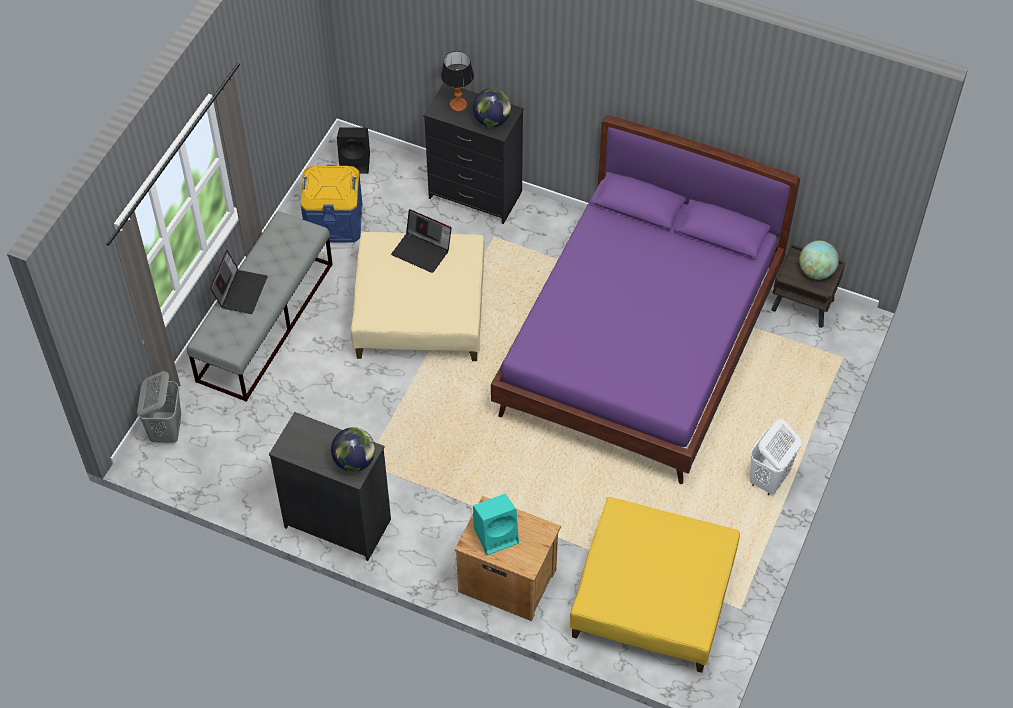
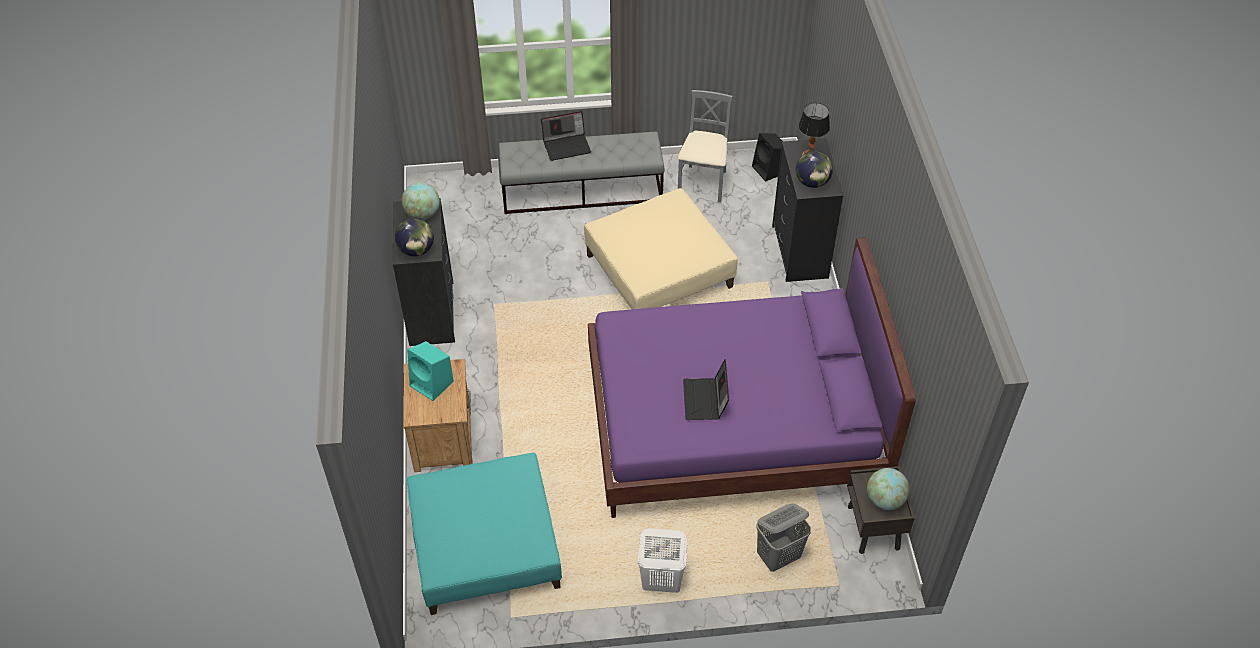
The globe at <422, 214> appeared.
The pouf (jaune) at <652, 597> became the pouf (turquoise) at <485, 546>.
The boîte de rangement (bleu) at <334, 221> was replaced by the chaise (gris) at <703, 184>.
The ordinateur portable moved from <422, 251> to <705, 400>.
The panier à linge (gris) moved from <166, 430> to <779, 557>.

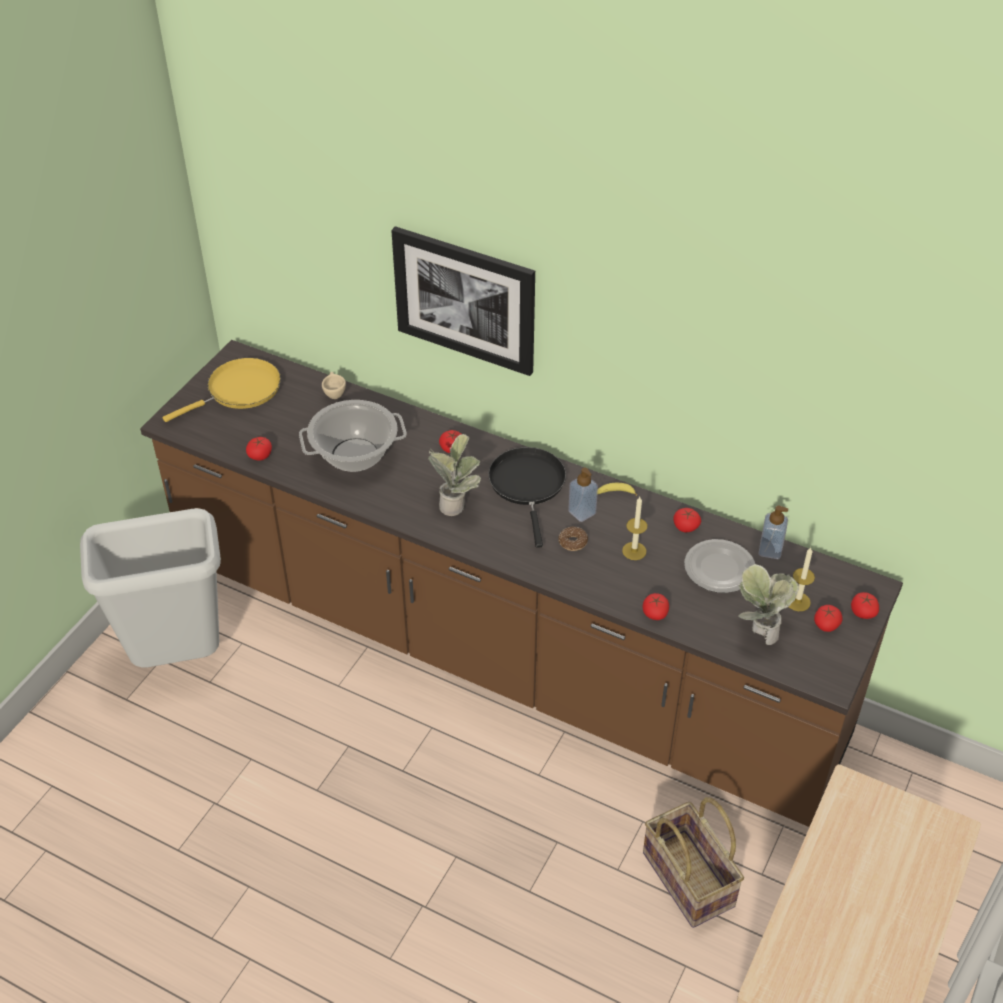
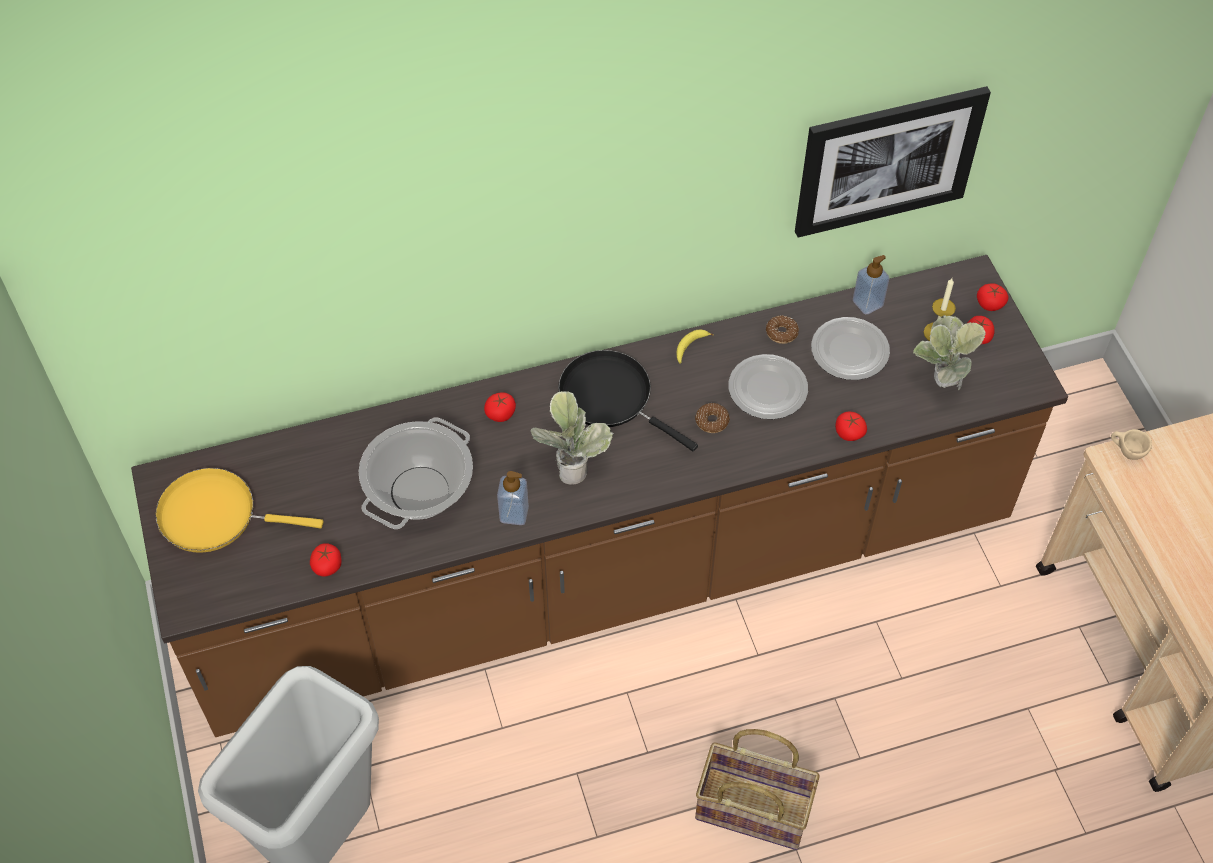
The poêle (jaune) at <239, 390> turned 90 degrees counterclockwise.
The distributeur de savon moved from <582, 512> to <514, 514>.
The panier moved from <690, 879> to <754, 807>.
The bougie at <634, 551> was replaced by the assiette at <769, 389>.
The tomate at <686, 526> was replaced by the beignet at <781, 333>.
The tableau moved from <465, 299> to <887, 160>.
The tasse (beige) moved from <334, 394> to <1125, 452>.

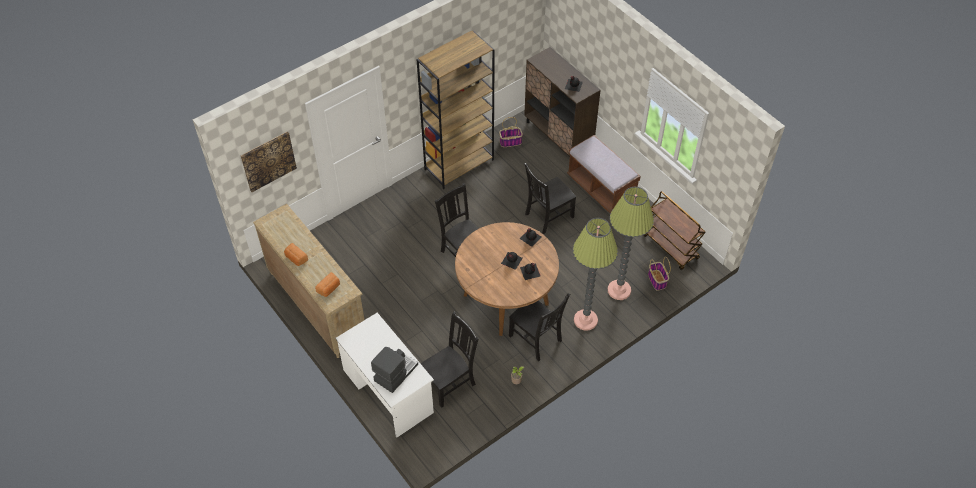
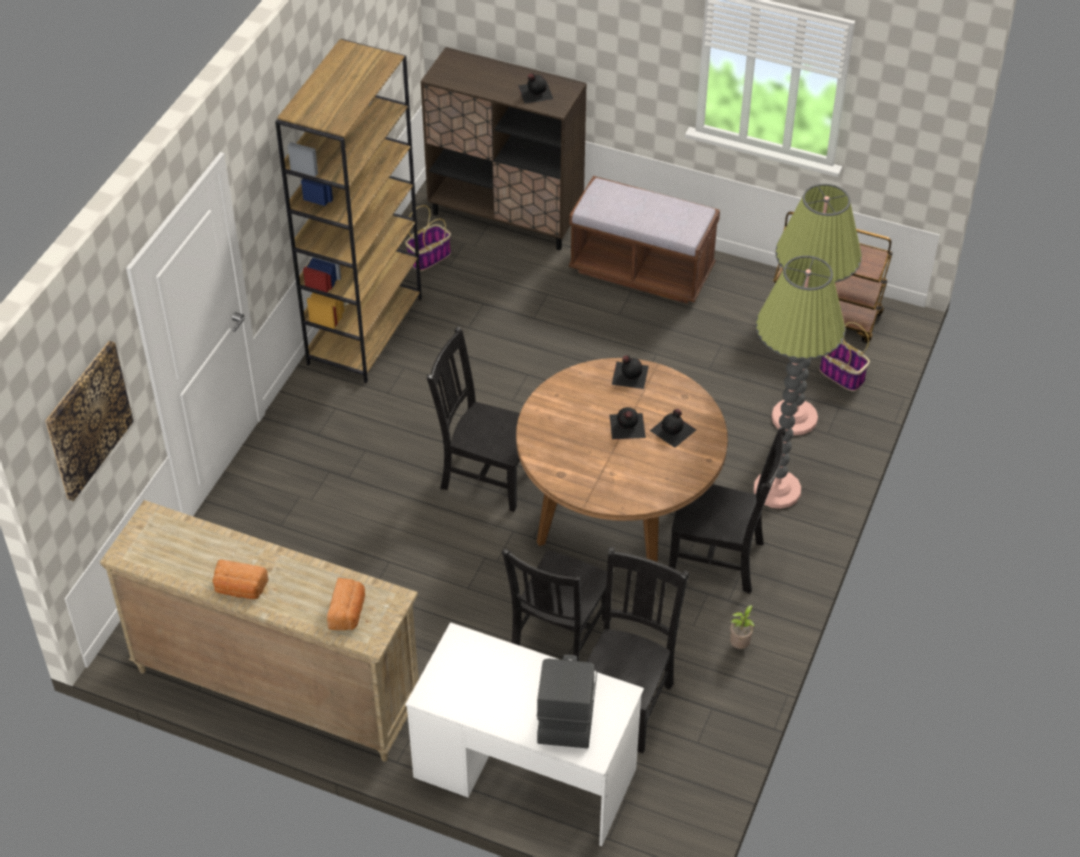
The chaise (noir) moved from <547, 216> to <558, 641>.

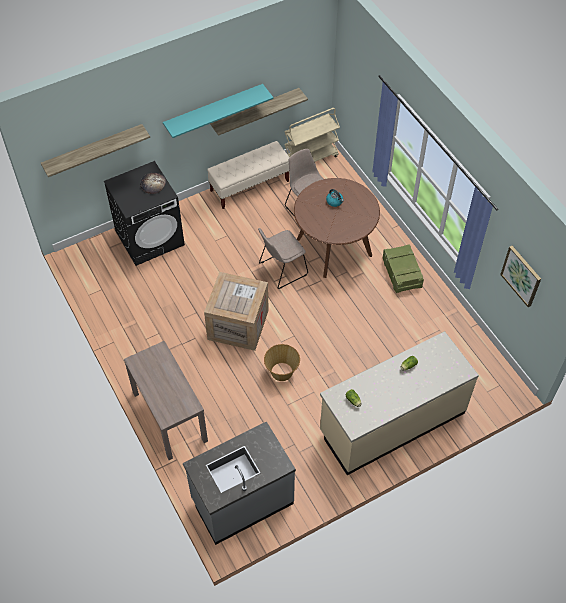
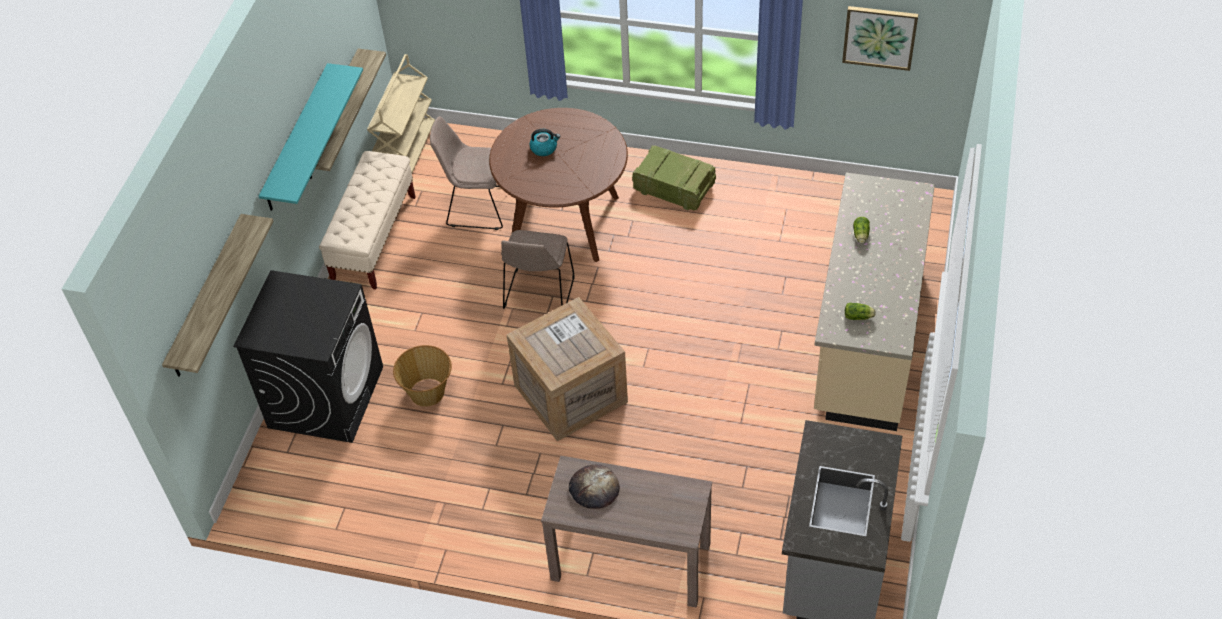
The panier moved from <282, 372> to <428, 392>.
The pain moved from <153, 184> to <594, 488>.

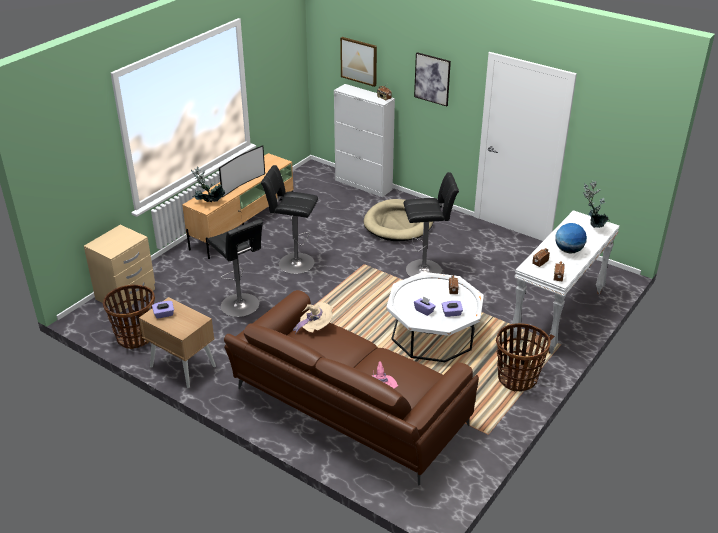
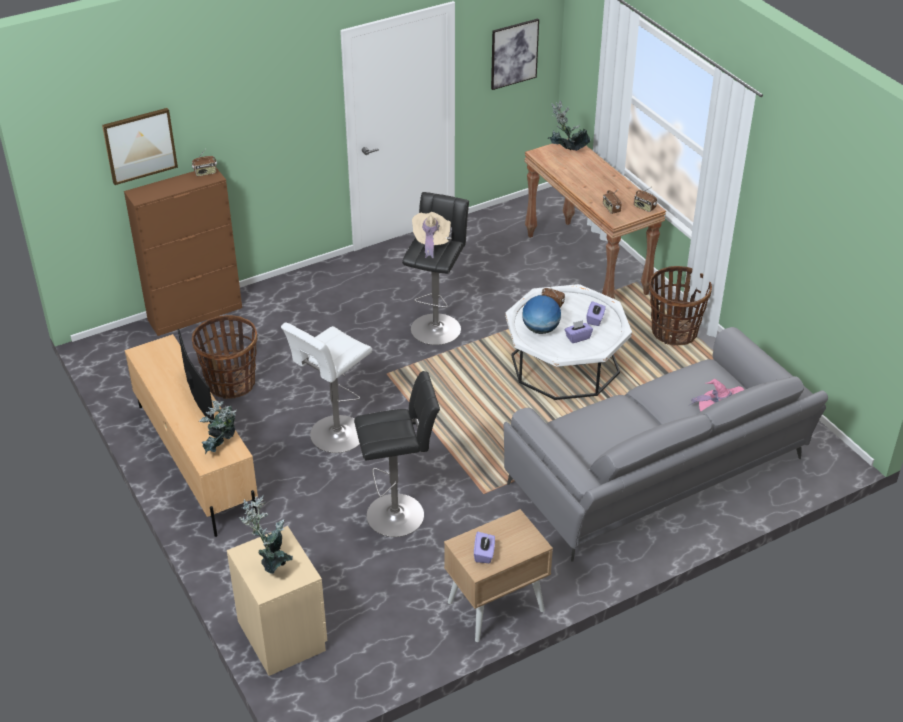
The meuble de rangement (blanc) at <363, 185> became the meuble de rangement (marron) at <196, 314>.
The panier moved from <135, 337> to <230, 383>.
The plante en pot at <272, 563> appeared.
The tabouret (noir) at <293, 263> became the tabouret (blanc) at <334, 436>.
The chapeau (beige) moved from <315, 327> to <431, 242>.
The tableau moved from <432, 79> to <514, 53>.
The canapé (marron) at <347, 408> became the canapé (gris) at <658, 475>.
The globe moved from <568, 250> to <540, 329>.
The table console (blanc) at <558, 315> became the table console (marron) at <587, 264>.
The panier pour chien (beige) at <399, 223> disappeared.

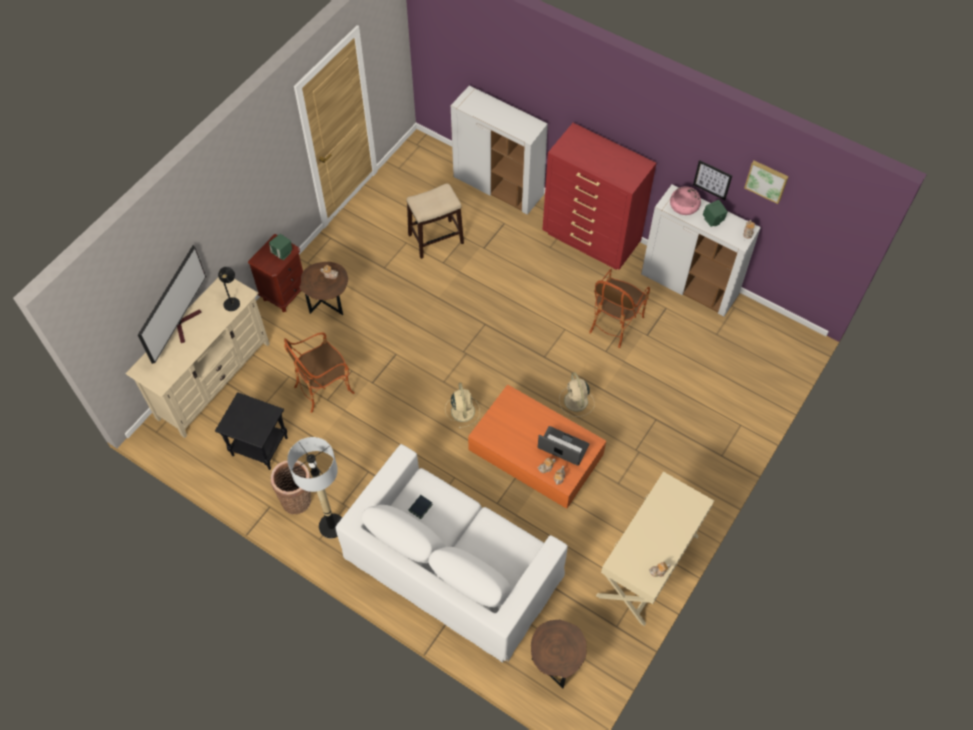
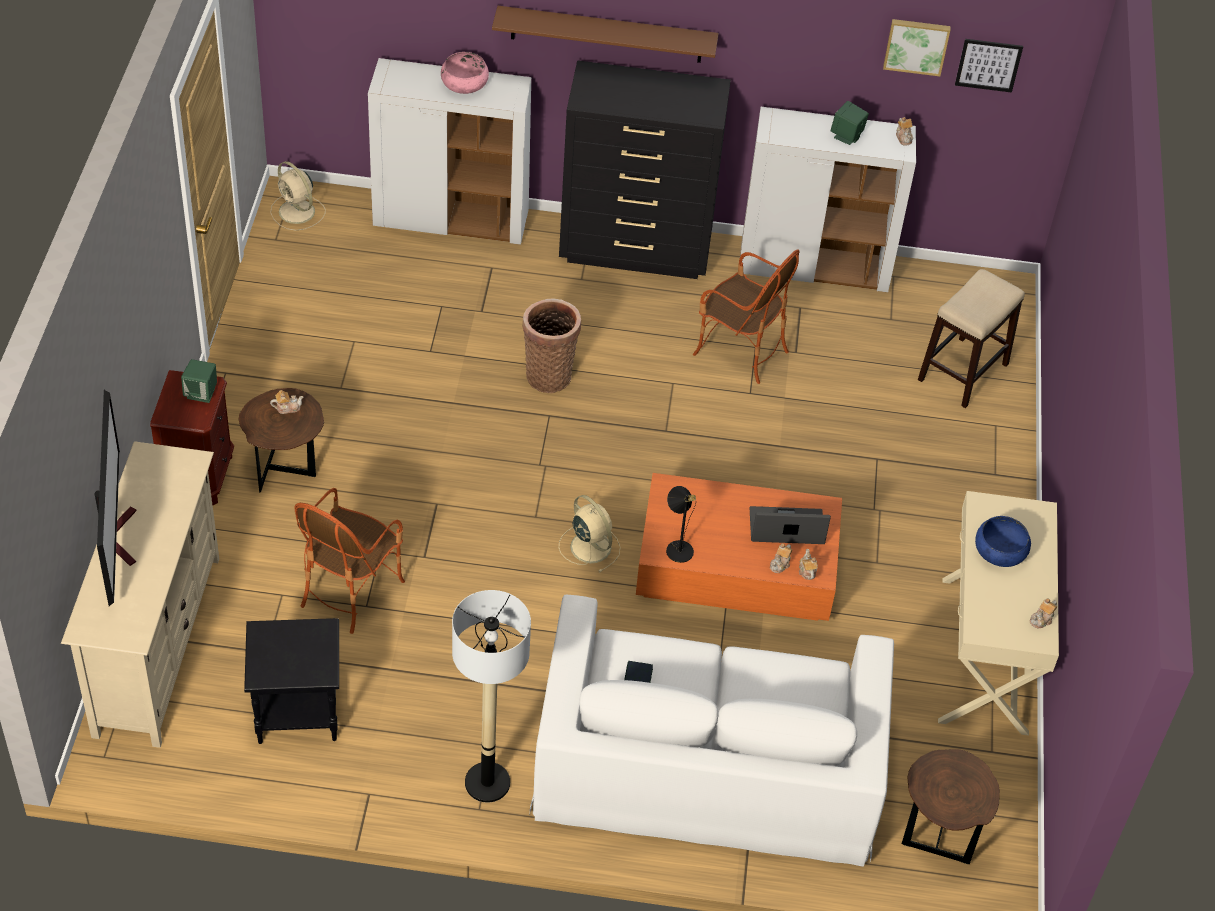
The ventilateur (beige) moved from <576, 402> to <298, 212>.
The bol (rose) moved from <684, 206> to <464, 83>.
The étagère (marron) at <606, 34> appeared.
The panier moved from <297, 499> to <549, 374>.
The commode (rouge) at <591, 240> became the commode (noir) at <636, 250>.
The lampe de table (noir) moved from <232, 301> to <678, 547>.
The fauteuil at <615, 323> turned 60 degrees counterclockwise.
The tabouret moved from <435, 239> to <962, 372>.
The tableau moved from <712, 179> to <988, 65>.
The bol (bleu) at <1000, 551> appeared.

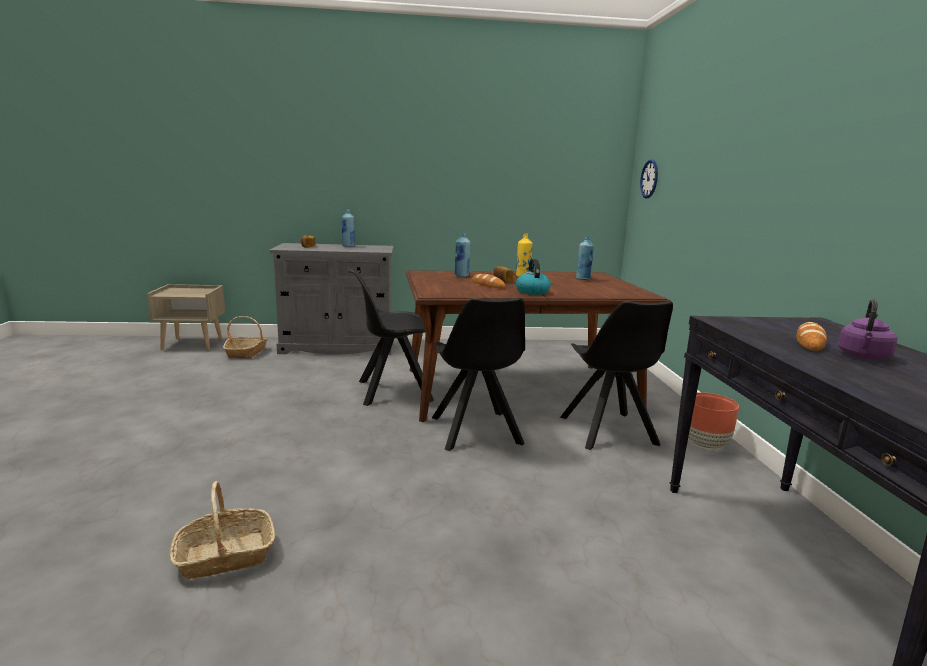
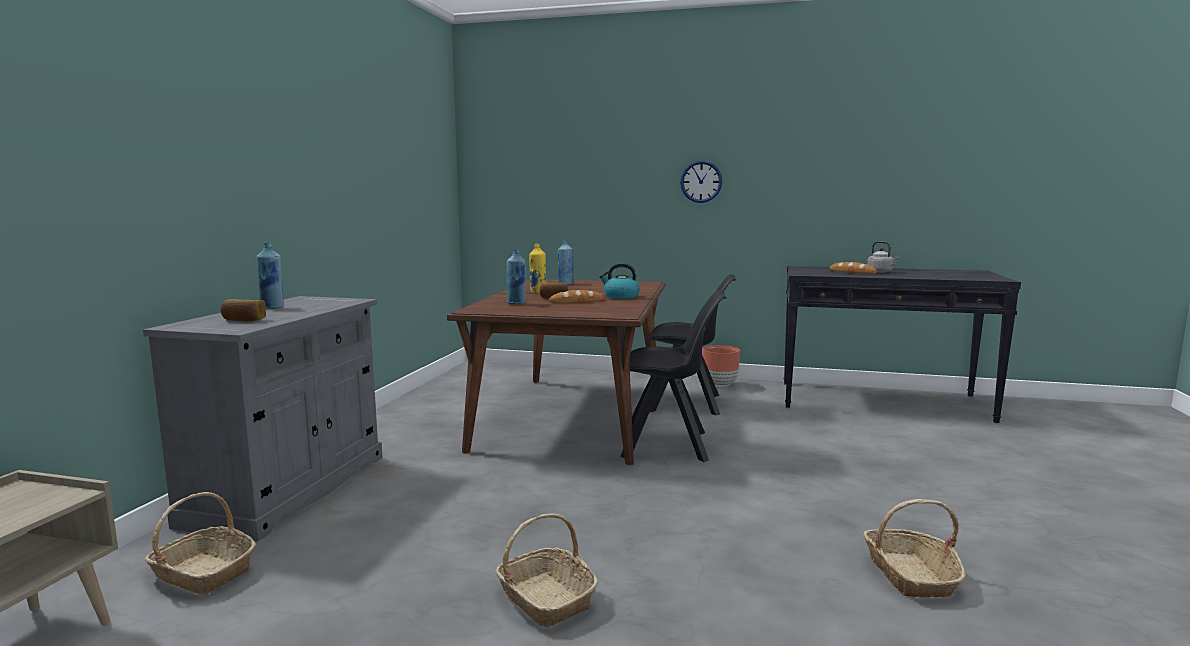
The panier at <545, 598> appeared.
The horloge murale moved from <649, 179> to <701, 181>.
The bouilloire (violet) at <863, 357> became the bouilloire (gris) at <881, 272>.
The chaise (noir) at <392, 391> disappeared.

